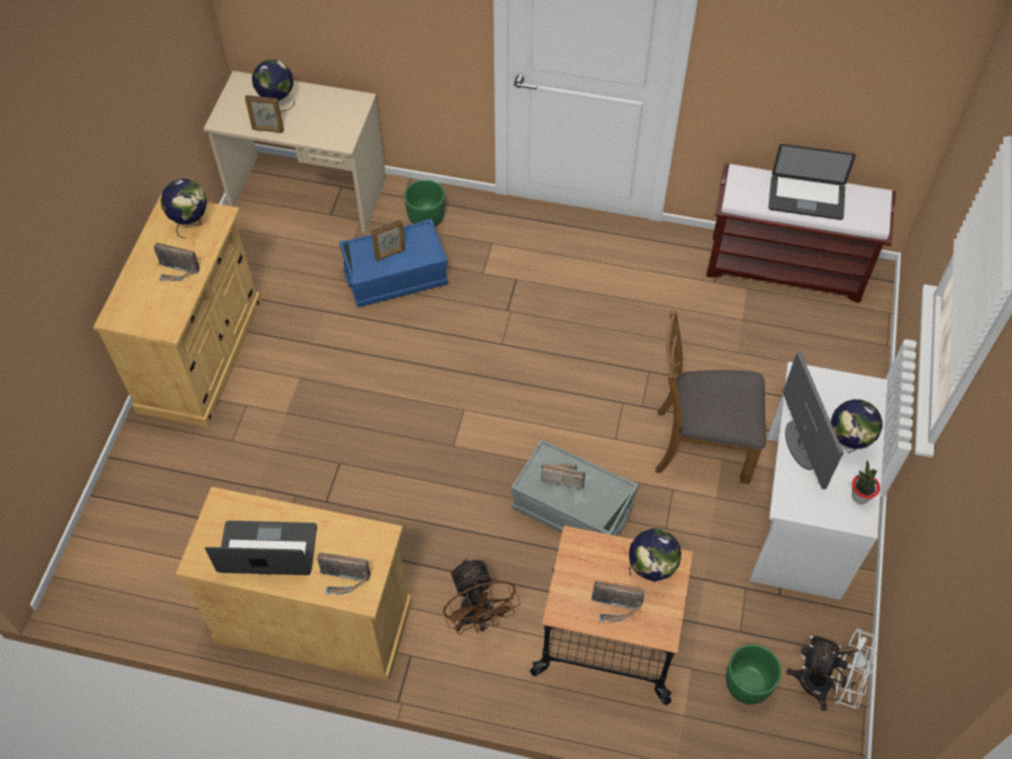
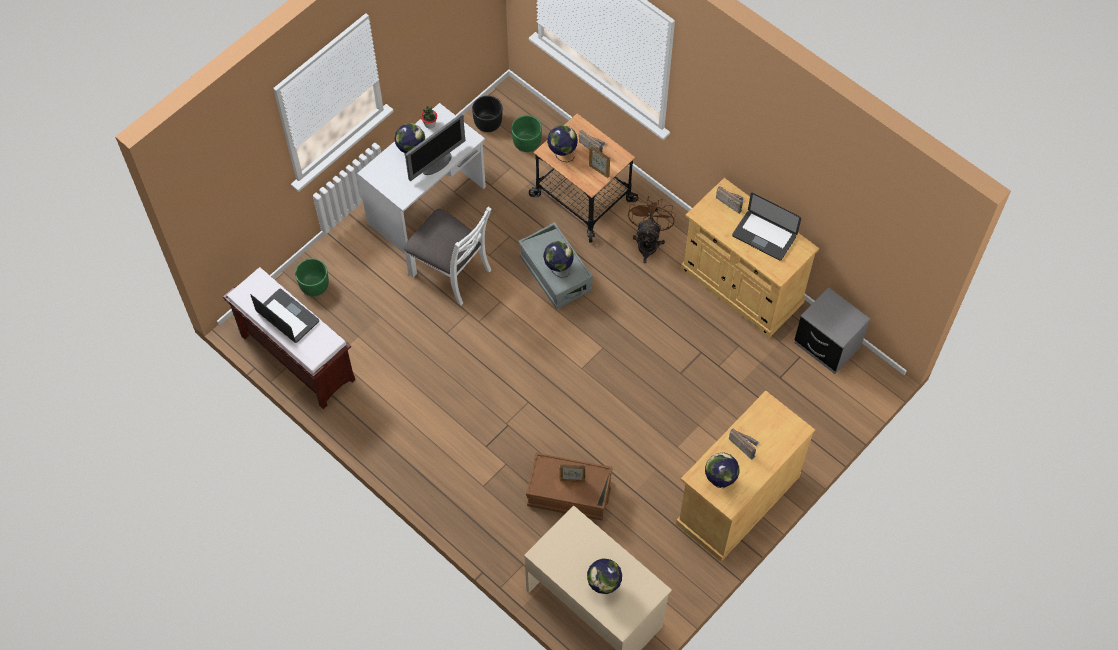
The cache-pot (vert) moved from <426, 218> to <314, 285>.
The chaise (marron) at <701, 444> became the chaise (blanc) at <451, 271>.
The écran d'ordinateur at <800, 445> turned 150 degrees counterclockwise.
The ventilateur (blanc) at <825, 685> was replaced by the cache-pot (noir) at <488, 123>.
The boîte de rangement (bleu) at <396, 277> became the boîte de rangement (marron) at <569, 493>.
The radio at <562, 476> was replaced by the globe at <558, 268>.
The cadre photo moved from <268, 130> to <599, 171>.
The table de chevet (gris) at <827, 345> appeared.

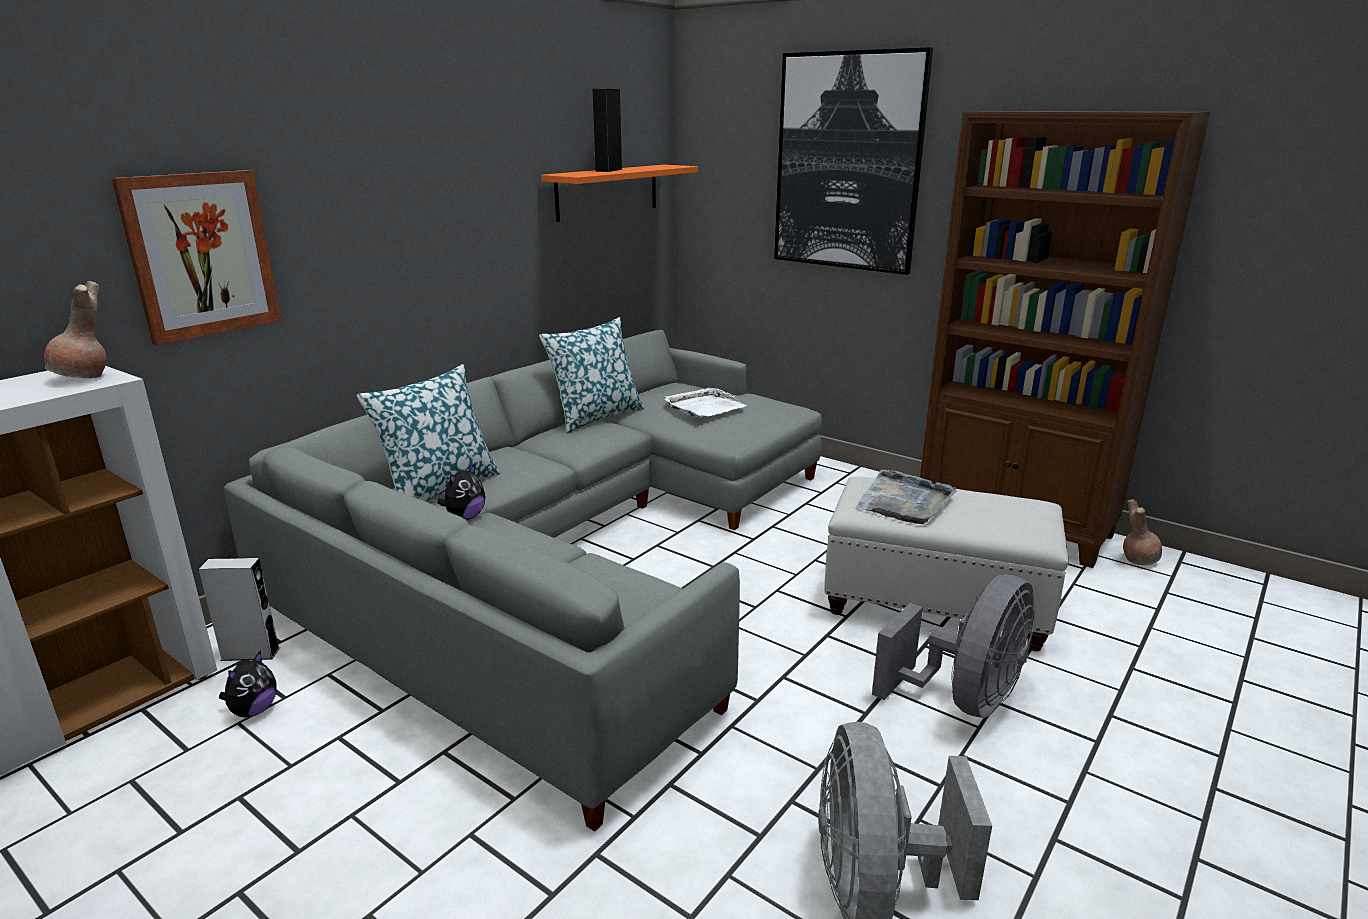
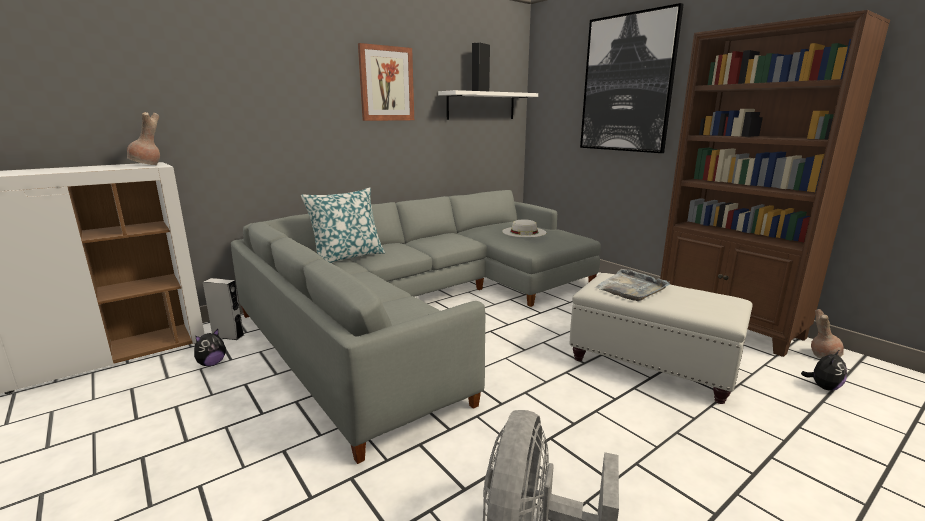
The tableau moved from <201, 255> to <386, 84>.
The étagère (orange) at <607, 191> became the étagère (blanc) at <481, 106>.
The plateau (blanc) at <704, 406> was replaced by the chapeau (blanc) at <524, 232>.
The peluche moved from <465, 517> to <823, 387>.
The coussin at <595, 417> disappeared.
The ventilateur (gris) at <964, 699> disappeared.

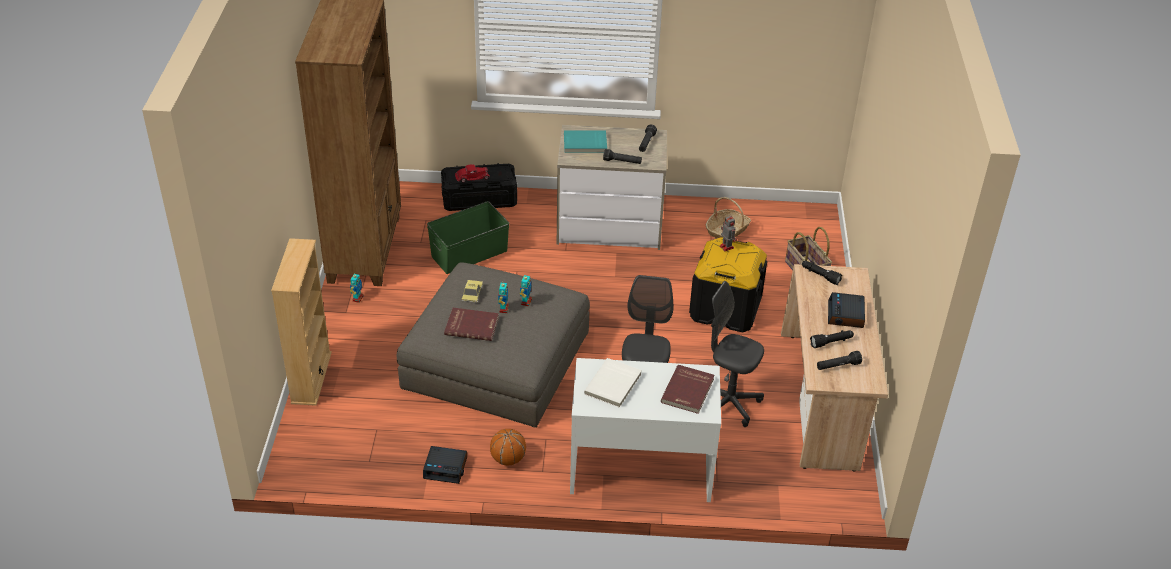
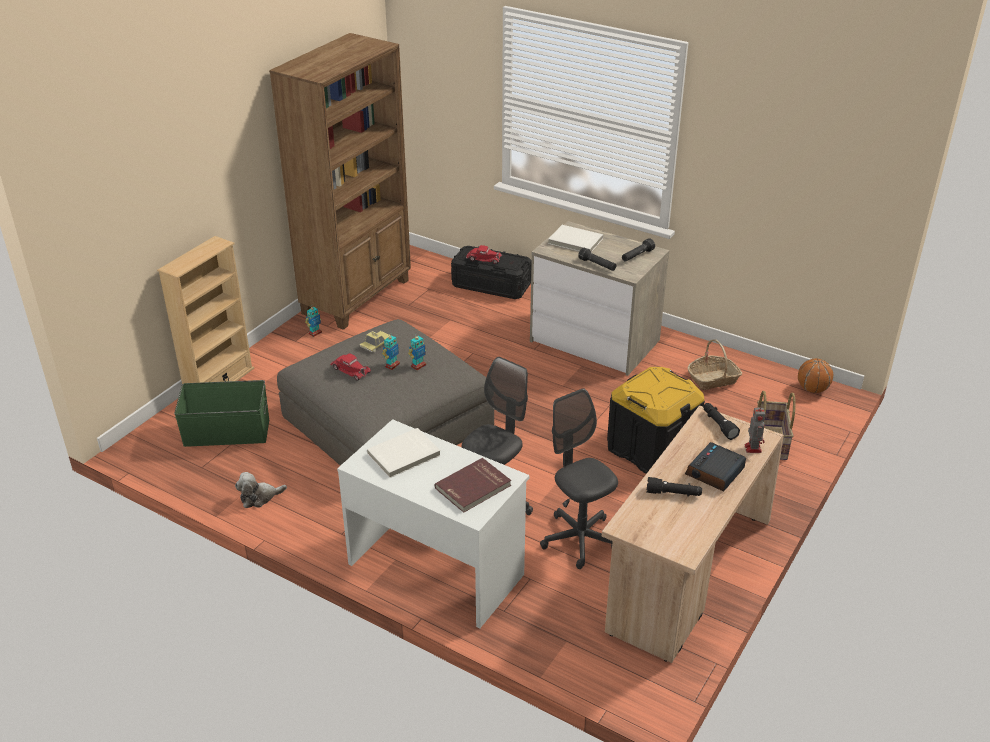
The boîte de rangement (vert) moved from <468, 253> to <226, 432>.
The réveil at <446, 468> was replaced by the peluche at <259, 497>.
The livre (rouge) at <472, 325> was replaced by the petite voiture (rouge) at <350, 370>.
The livre (turquoise) at <585, 144> became the livre (blanc) at <575, 241>.
The robot jouet moved from <726, 246> to <752, 448>.
The ballon de basket moved from <508, 459> to <812, 389>.
The lampe de poche (noir) at <838, 366> disappeared.

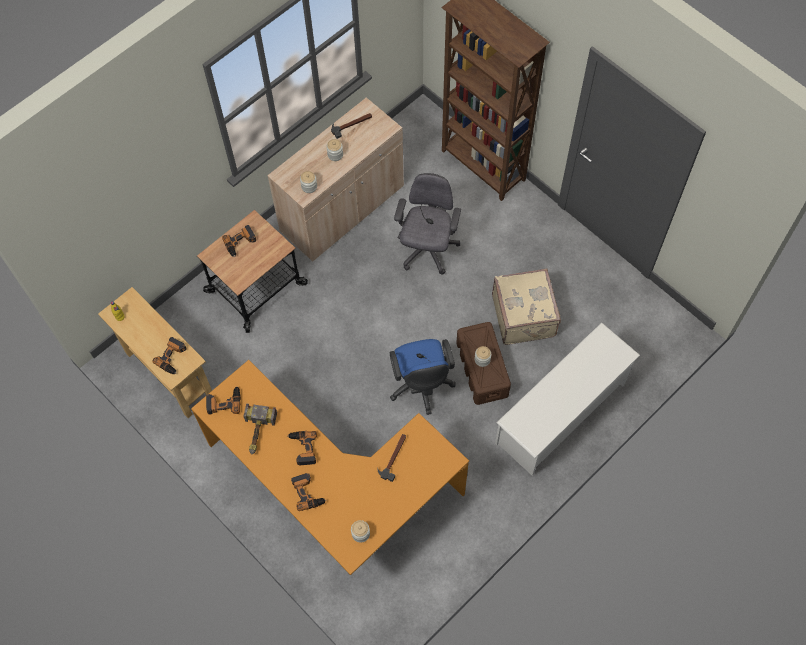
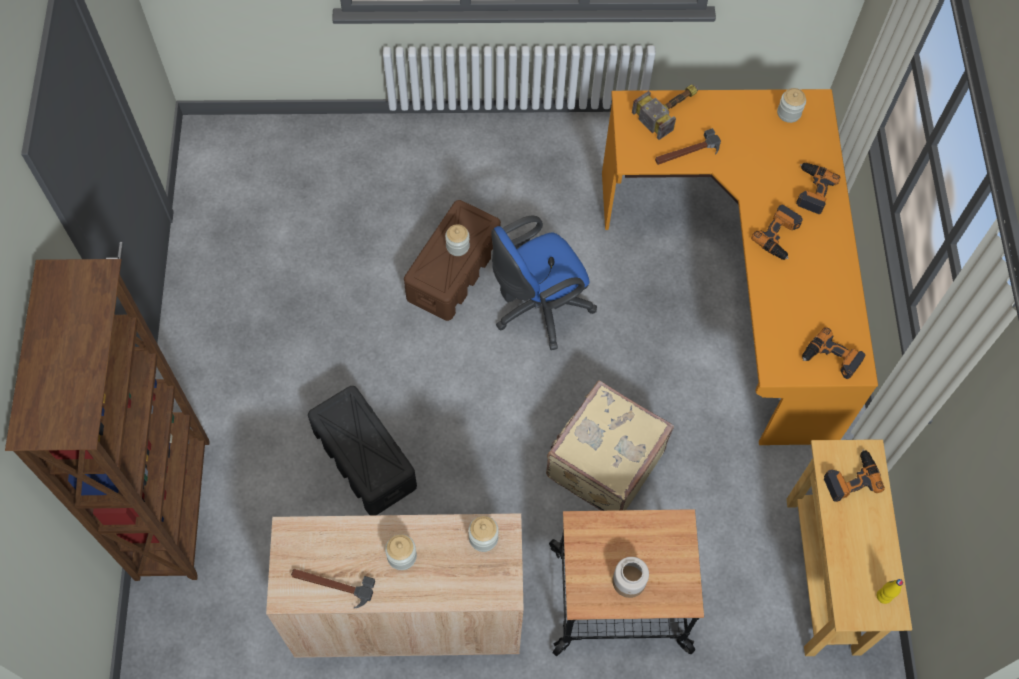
The chaise de bureau (gris) at <427, 250> was replaced by the boîte de rangement (noir) at <364, 458>.
The chaise de bureau (bleu) at <421, 386> turned 150 degrees counterclockwise.
The valise (beige) moved from <524, 315> to <603, 462>.
The perceuse at <240, 243> was replaced by the bocal at <629, 581>.
The marteau moved from <257, 433> to <671, 109>.
The étagère à chaussures (blanc) at <561, 414> disappeared.

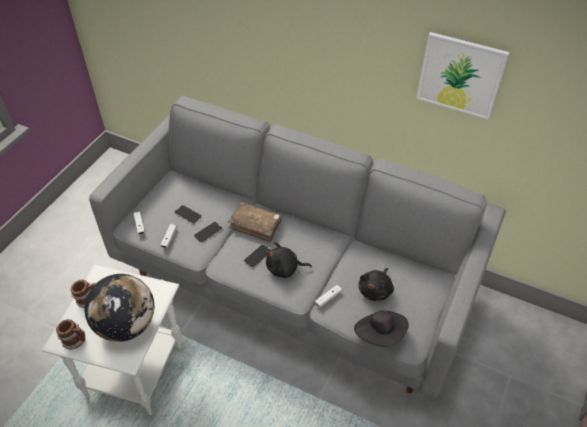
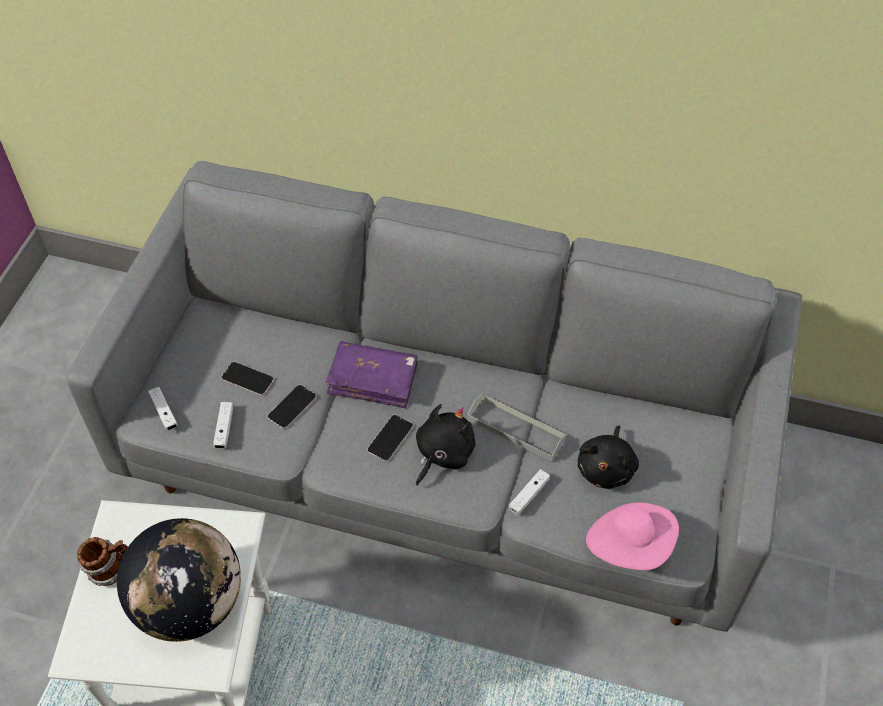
The livre (marron) at <255, 225> became the livre (violet) at <373, 380>.
The peluche (noir) at <284, 269> turned 135 degrees clockwise.
The plateau (gris) at <516, 429> appeared.
The chapeau (noir) at <380, 334> became the chapeau (rose) at <630, 545>.
The mug at <76, 341> disappeared.
The tableau at <460, 75> disappeared.

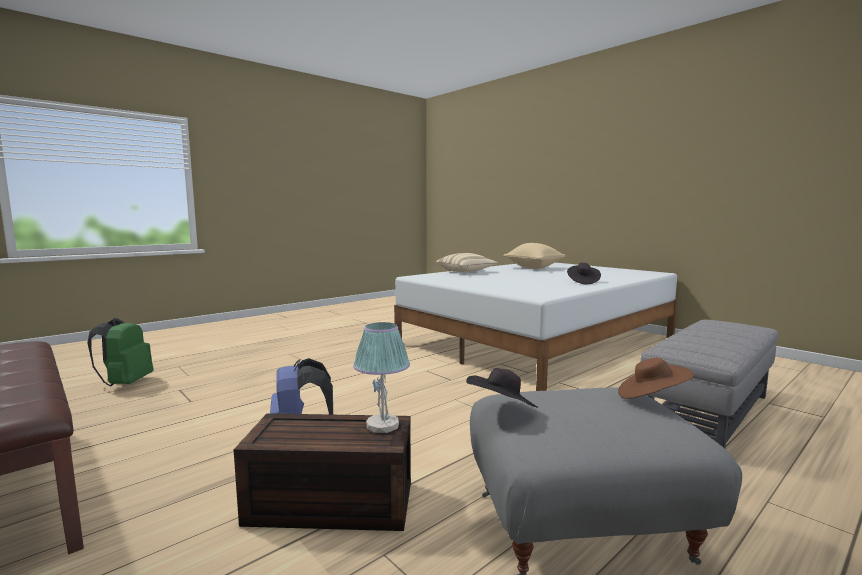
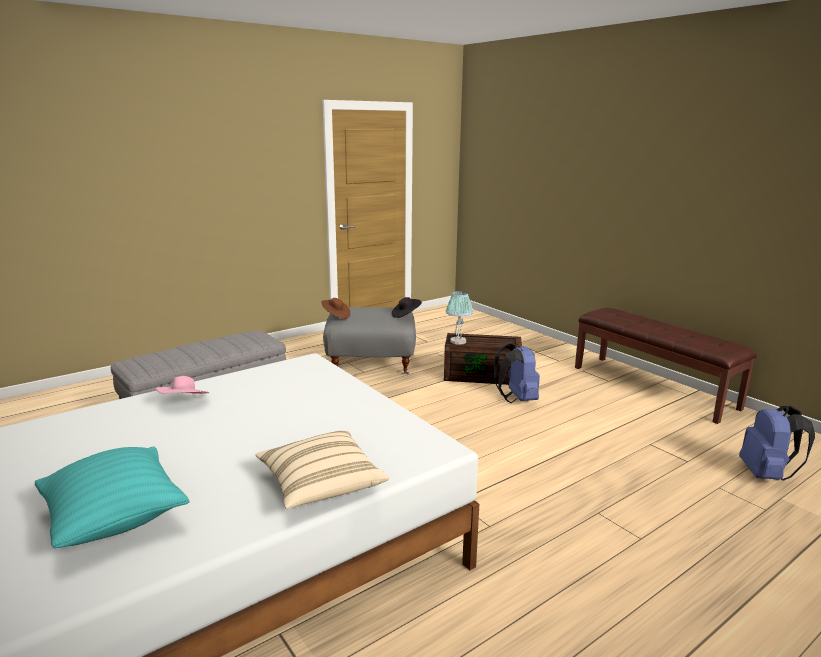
The coussin (beige) at <534, 268> became the coussin (turquoise) at <115, 520>.
The chapeau (noir) at <582, 282> became the chapeau (rose) at <184, 403>.
The sac à dos (vert) at <125, 383> became the sac à dos (bleu) at <766, 475>.

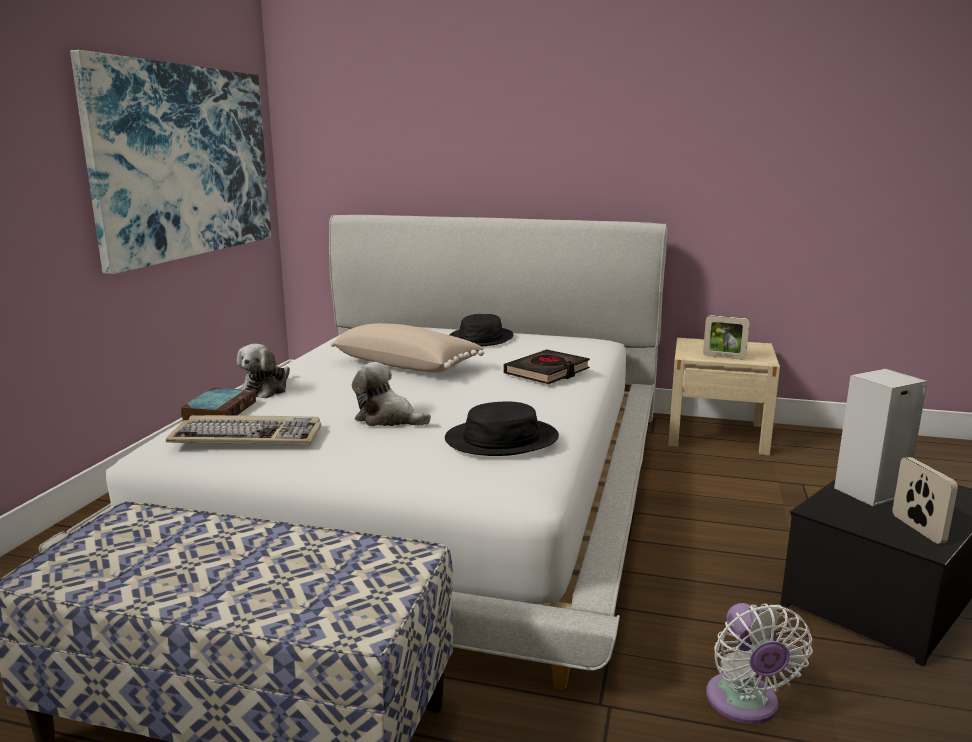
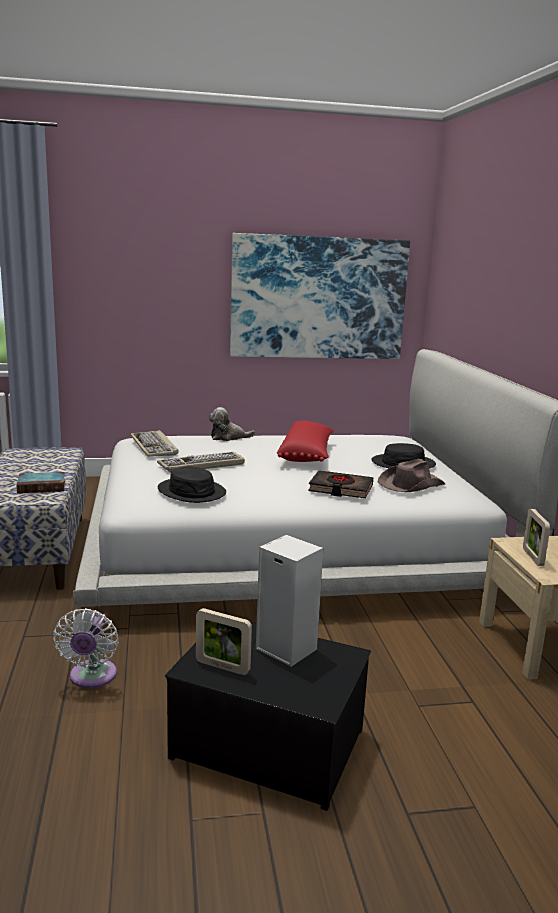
The livre moved from <220, 410> to <43, 486>.
The ventilateur (blanc) at <744, 705> turned 60 degrees counterclockwise.
The peluche at <388, 419> was replaced by the clavier at <201, 465>.
The cadre photo at <918, 529> turned 60 degrees clockwise.
The coussin (beige) at <407, 365> became the coussin (rouge) at <307, 455>.
The chapeau (marron) at <410, 484> appeared.

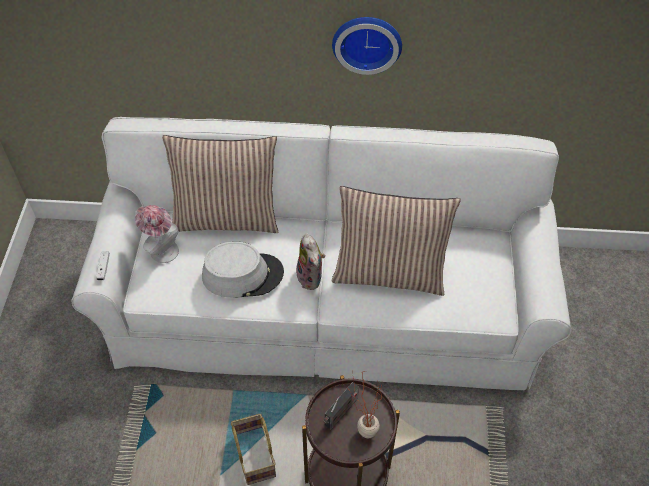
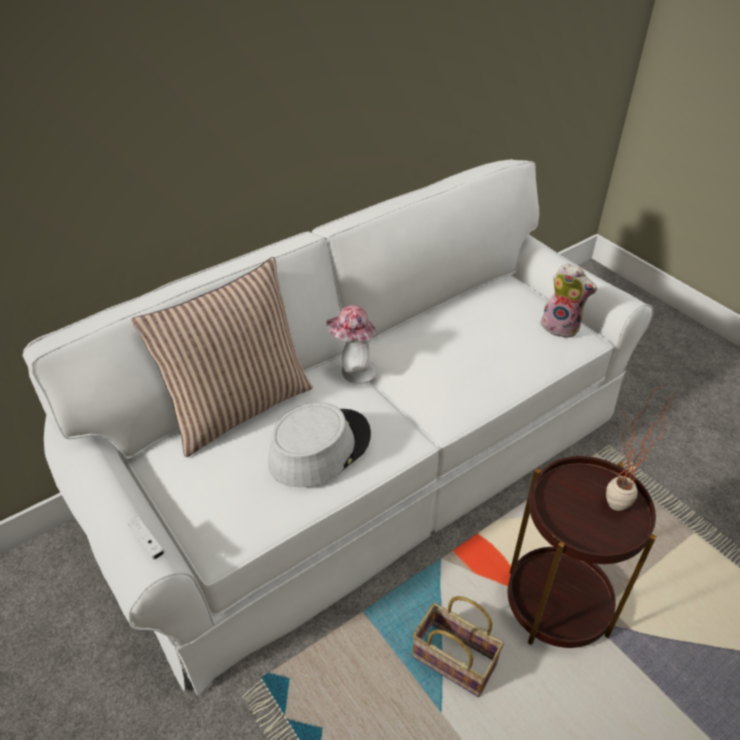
The chapeau moved from <161, 249> to <354, 371>.
The peluche moved from <311, 278> to <561, 327>.
The radio at <340, 413> disappeared.
The horloge murale at <367, 41> disappeared.
The coussin at <389, 273> disappeared.

